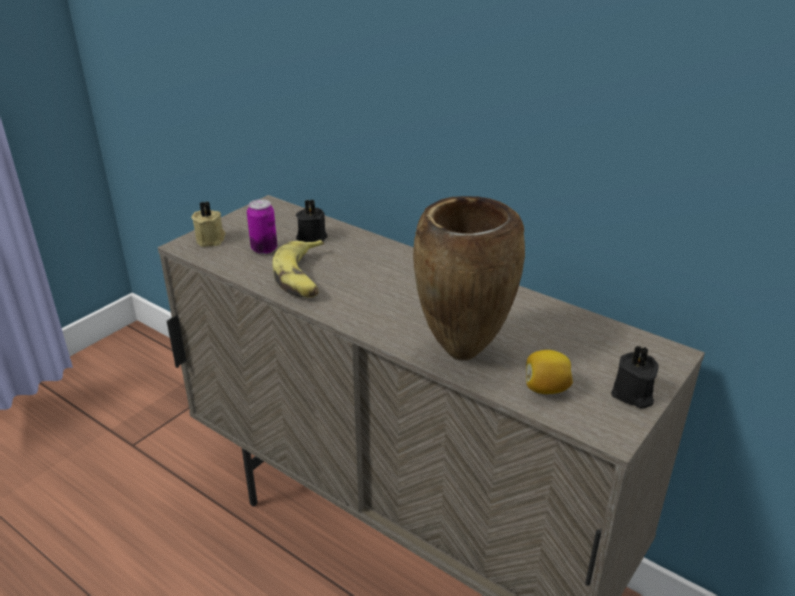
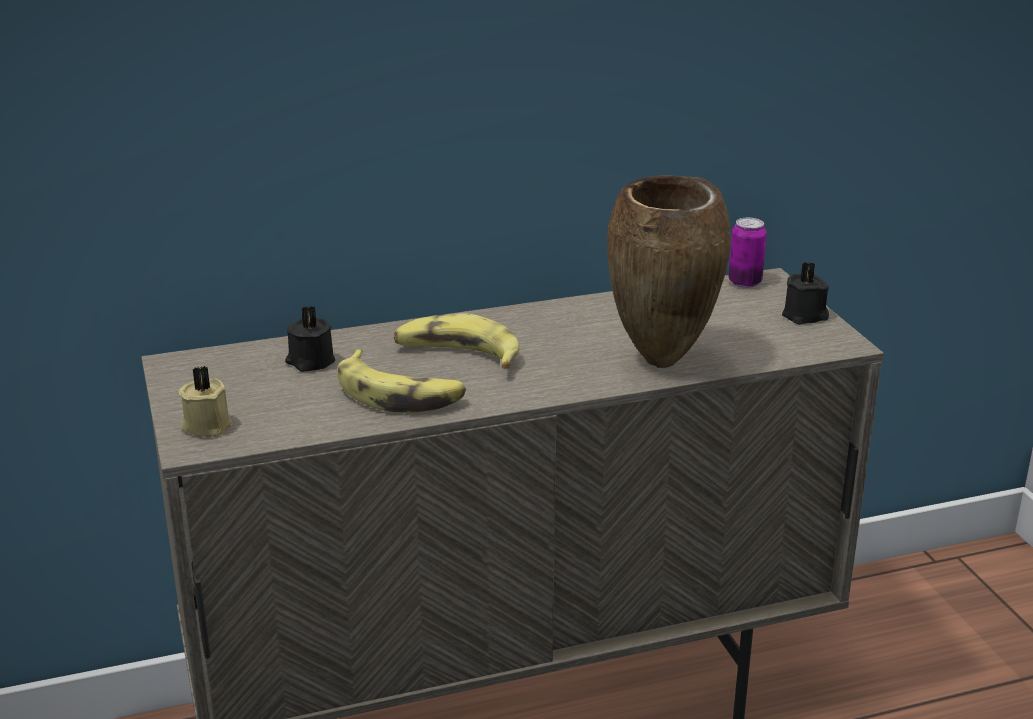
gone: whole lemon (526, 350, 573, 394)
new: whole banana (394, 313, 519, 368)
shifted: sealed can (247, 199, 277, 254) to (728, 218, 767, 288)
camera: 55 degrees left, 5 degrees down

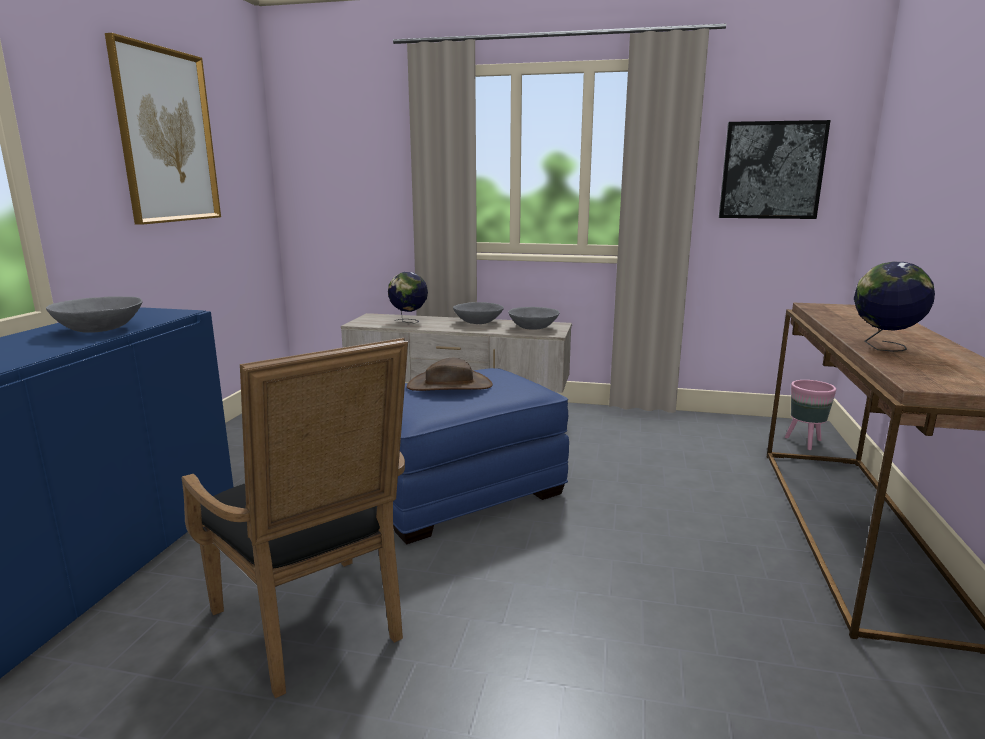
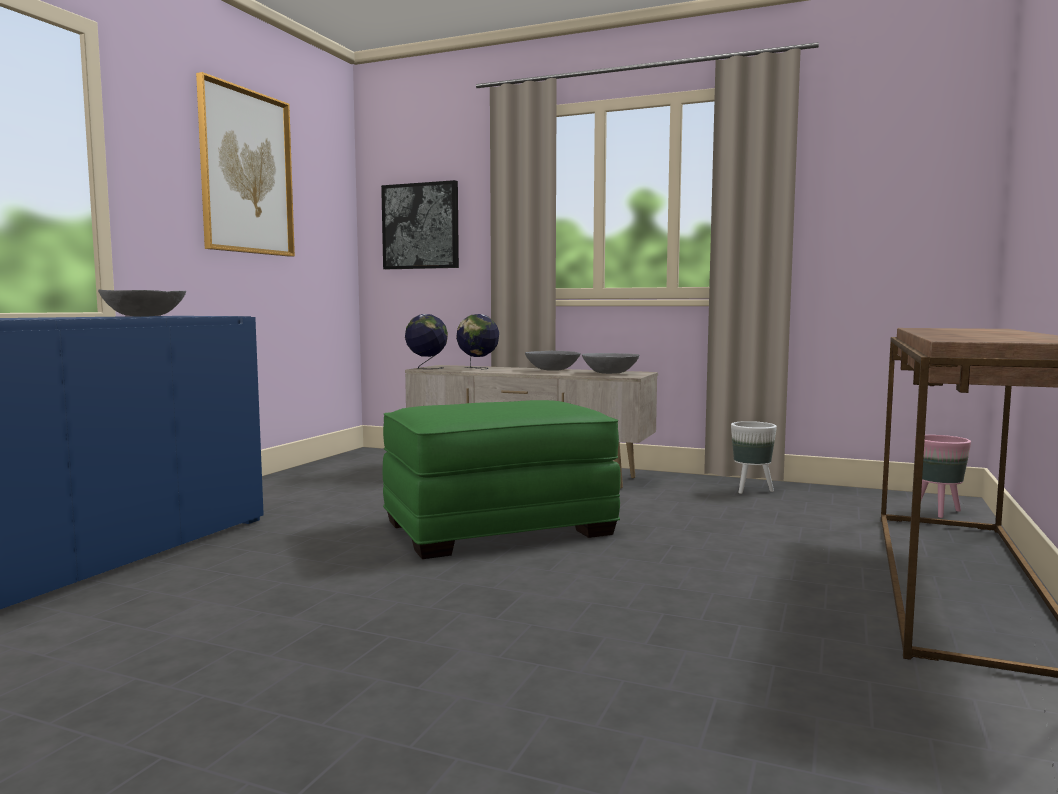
gone: black armchair (181, 338, 408, 698); brown-coloured clothing hat (407, 358, 493, 391)
new: white-coloured flower pot (731, 421, 777, 494)
shifted: wall picture (719, 120, 831, 219) to (381, 180, 459, 269); desk globe (854, 262, 935, 352) to (405, 314, 448, 369)
repainted: blue pouffe (393, 368, 569, 544) to greenish pouffe (383, 400, 620, 559)
camera: 10 degrees right, 10 degrees down

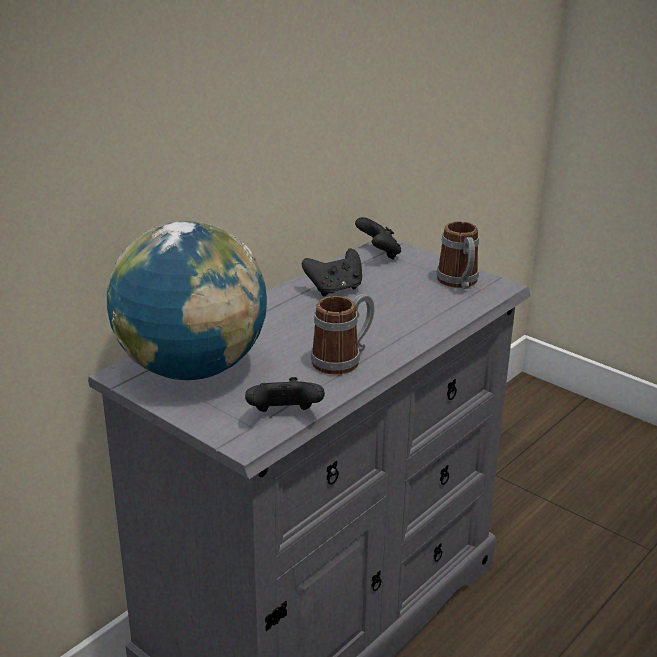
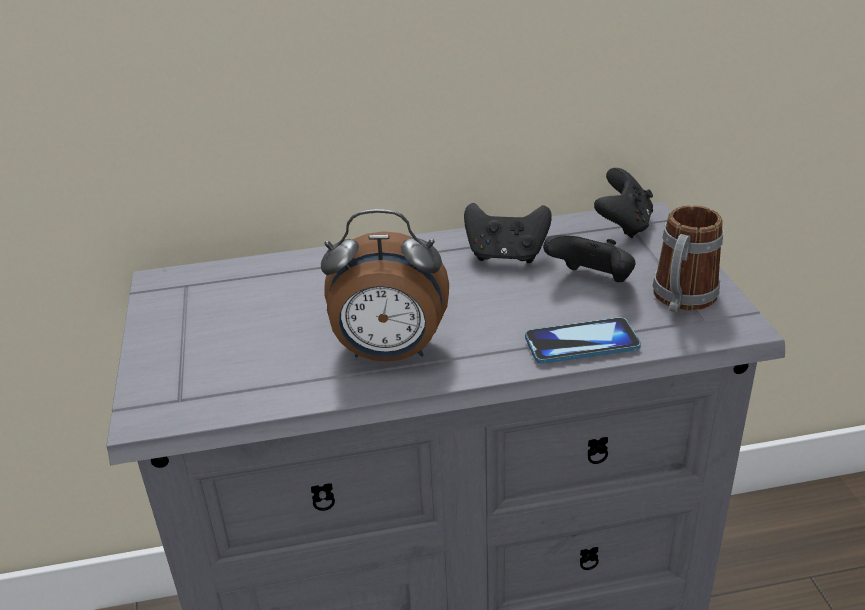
gone: desk globe (107, 221, 267, 380)
new: handset (525, 317, 641, 364)
shifted: black gamepad (245, 377, 325, 412) to (543, 235, 636, 282)
swapped: coffee mug (311, 294, 375, 374) to bedside clock (321, 209, 449, 362)
camera: 40 degrees right, 5 degrees up

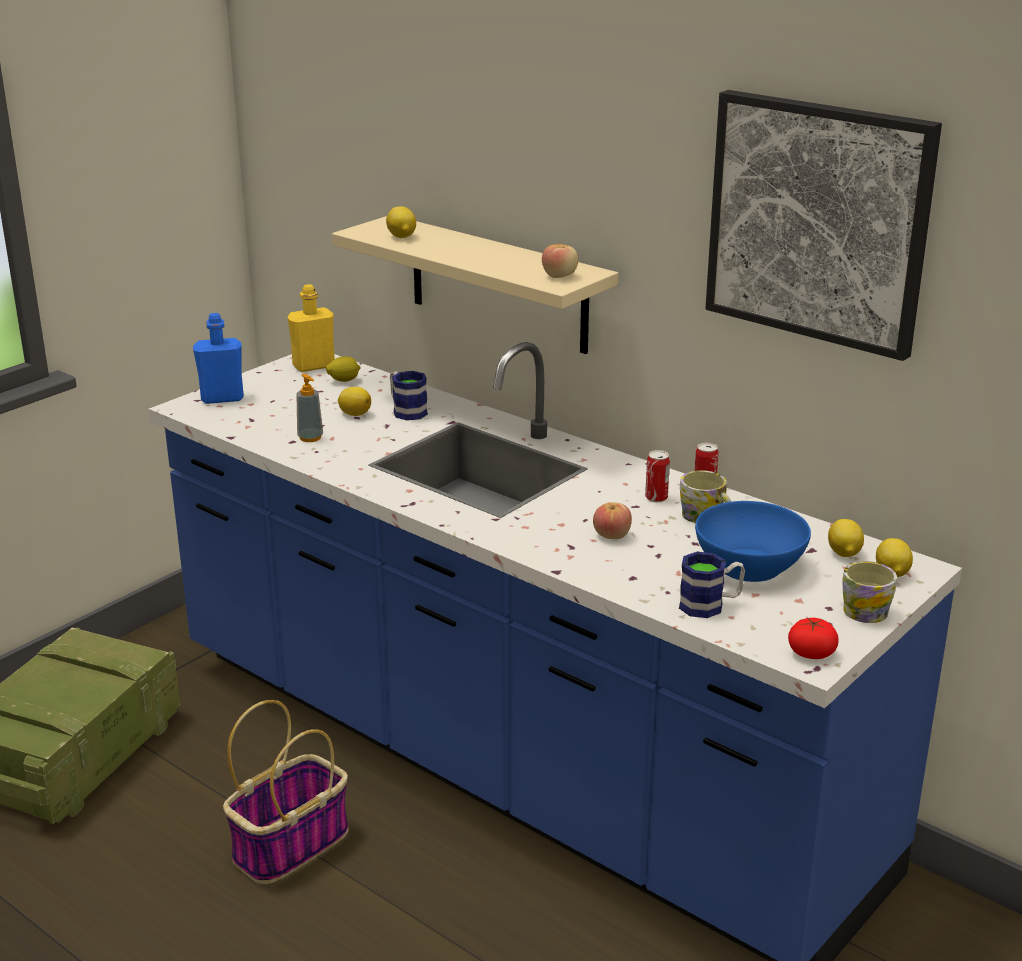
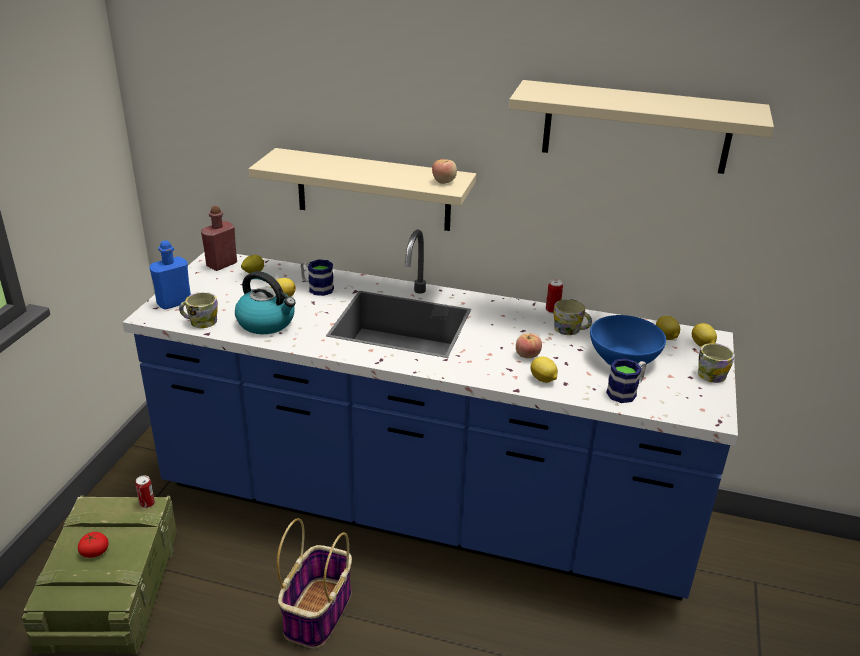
new: coffee mug (179, 292, 218, 328)
shifted: whole lemon (386, 206, 416, 238) to (530, 357, 558, 383); sealed can (645, 450, 670, 502) to (135, 475, 155, 508); fresh tomato (788, 617, 839, 659) to (78, 532, 109, 558)
swapped: wall picture (705, 90, 942, 361) to sand-coloured bracket shelf (509, 80, 774, 174); liquid soap bottle (296, 373, 323, 442) to kettle (235, 271, 296, 334)
repainted: yellow drink bottle (288, 284, 335, 372) to red-coloured drink bottle (201, 206, 237, 271)
camera: 25 degrees left, 5 degrees up

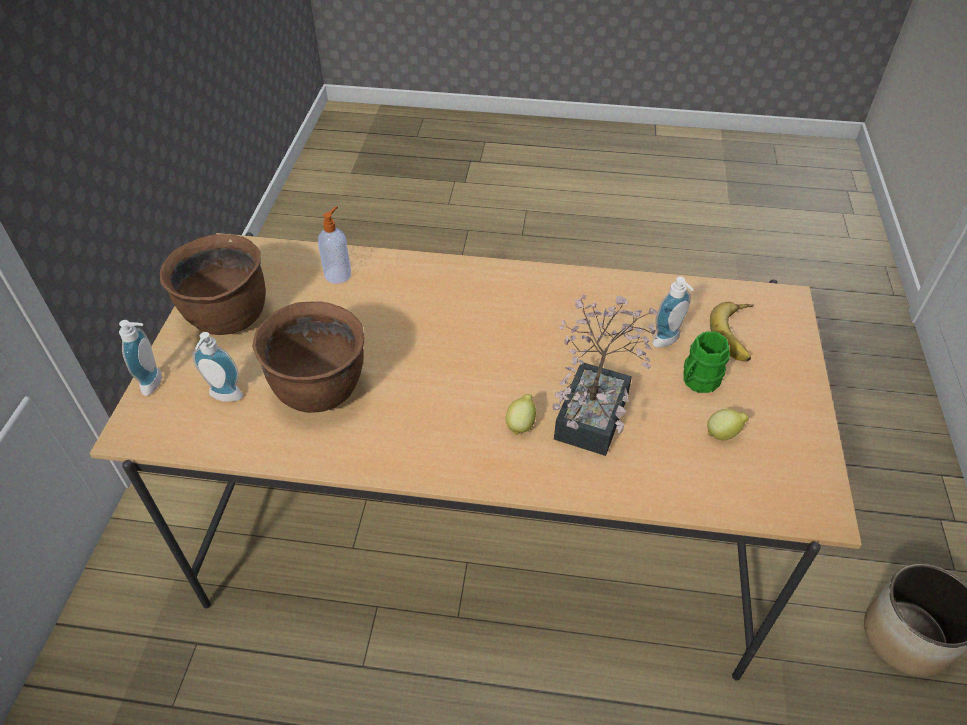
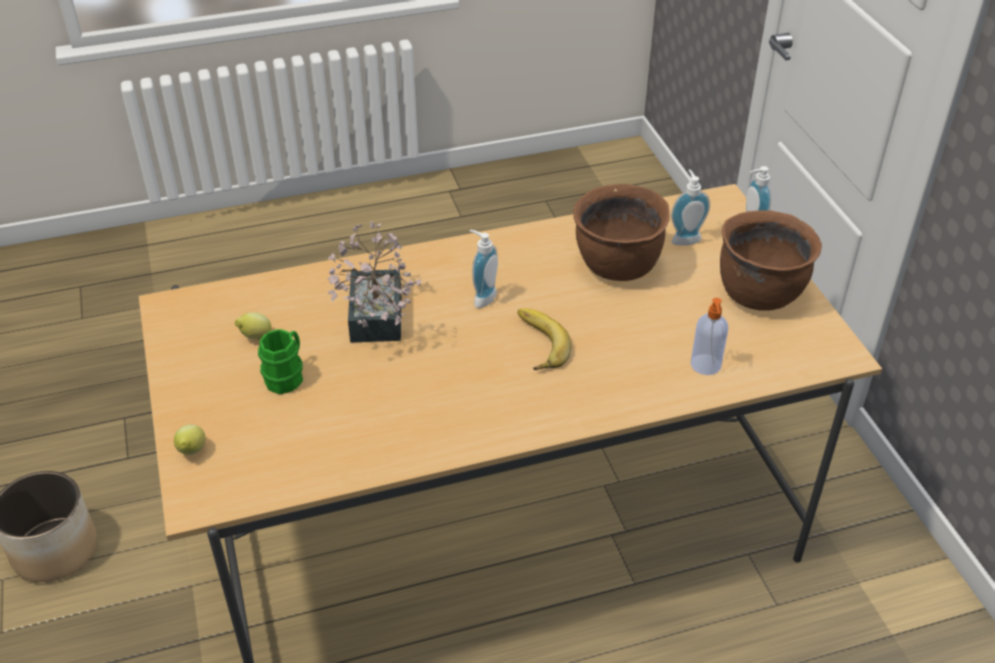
shifted: liquid soap bottle (652, 277, 694, 348) to (470, 230, 498, 308); whole banana (710, 302, 754, 361) to (518, 308, 571, 370); whole lemon (506, 394, 536, 436) to (174, 425, 206, 455)
camera: 155 degrees right, 5 degrees down

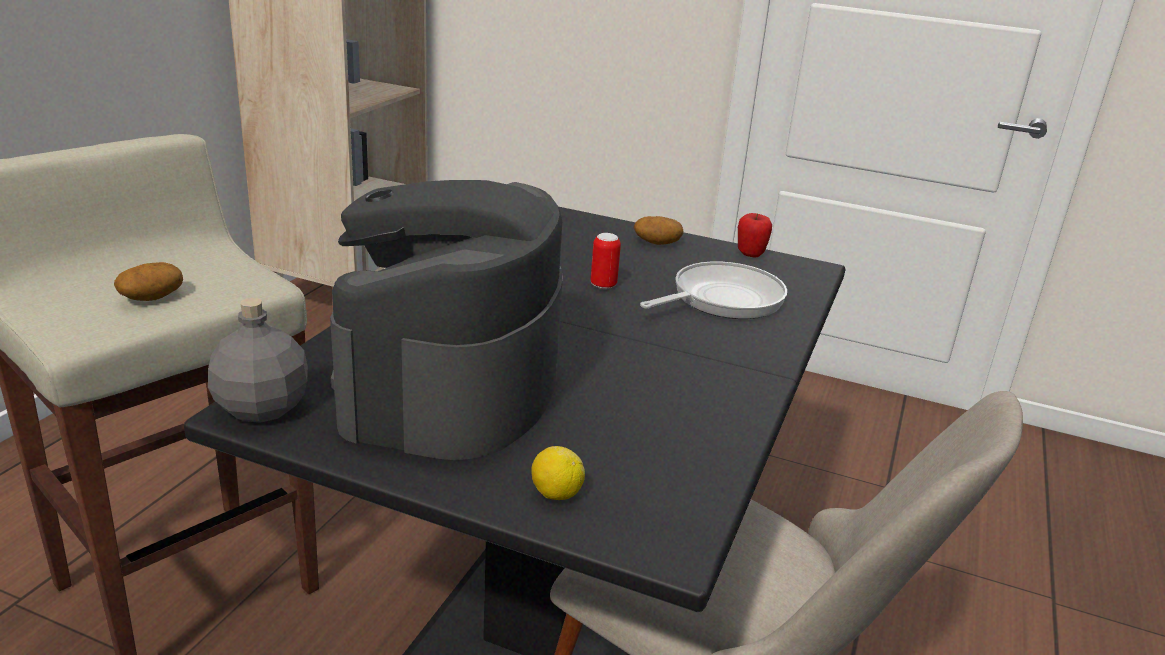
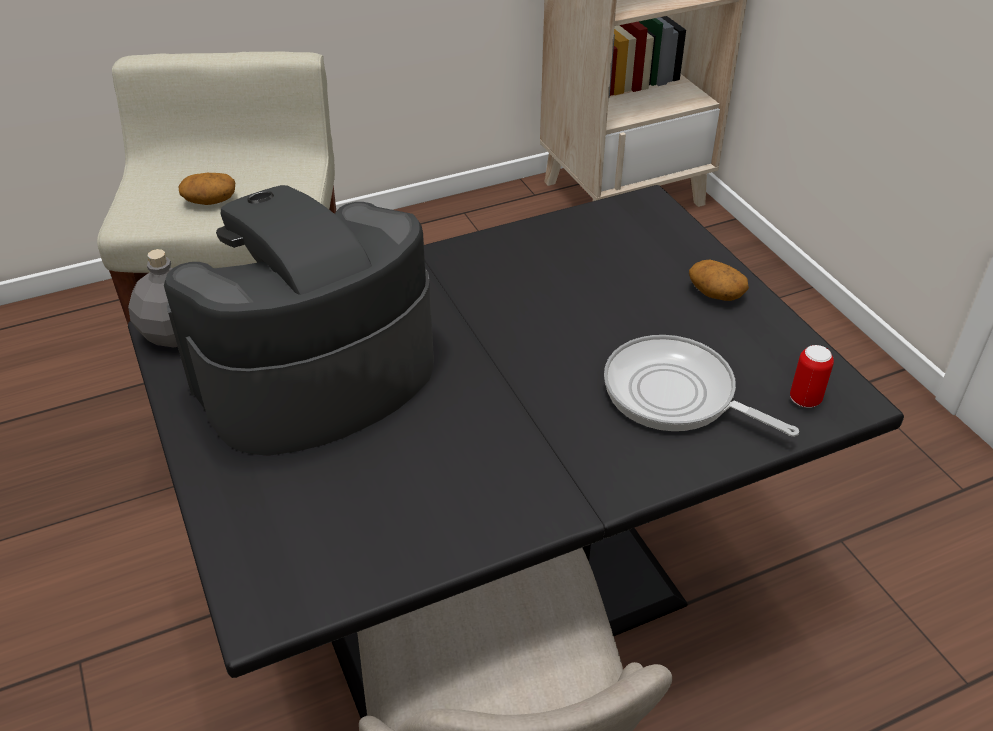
gone: apple (738, 213, 772, 258); whole lemon (531, 446, 585, 500)
shifted: sealed can (591, 233, 621, 289) to (790, 345, 834, 408)
rotated: frying pan (640, 262, 787, 319) = (604, 335, 799, 437) 150 degrees counterclockwise
camera: 45 degrees right, 15 degrees up

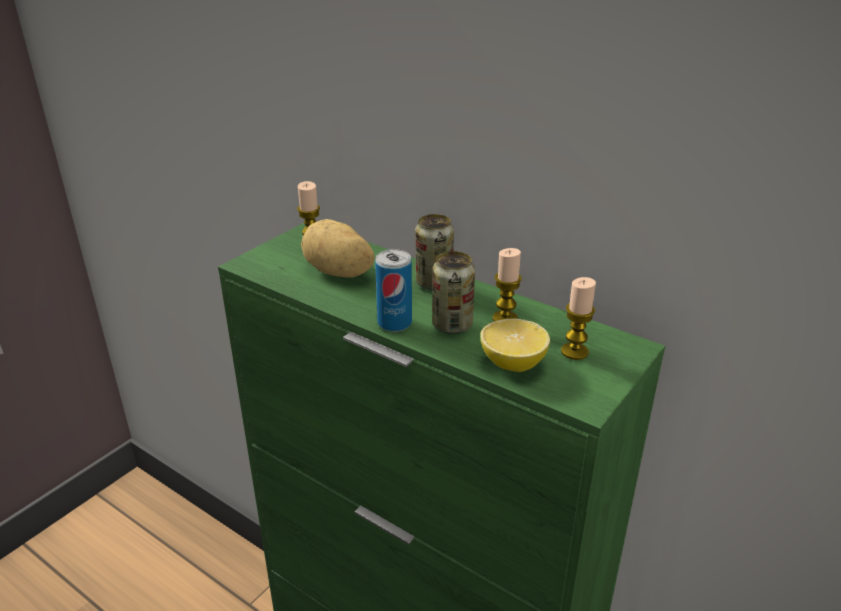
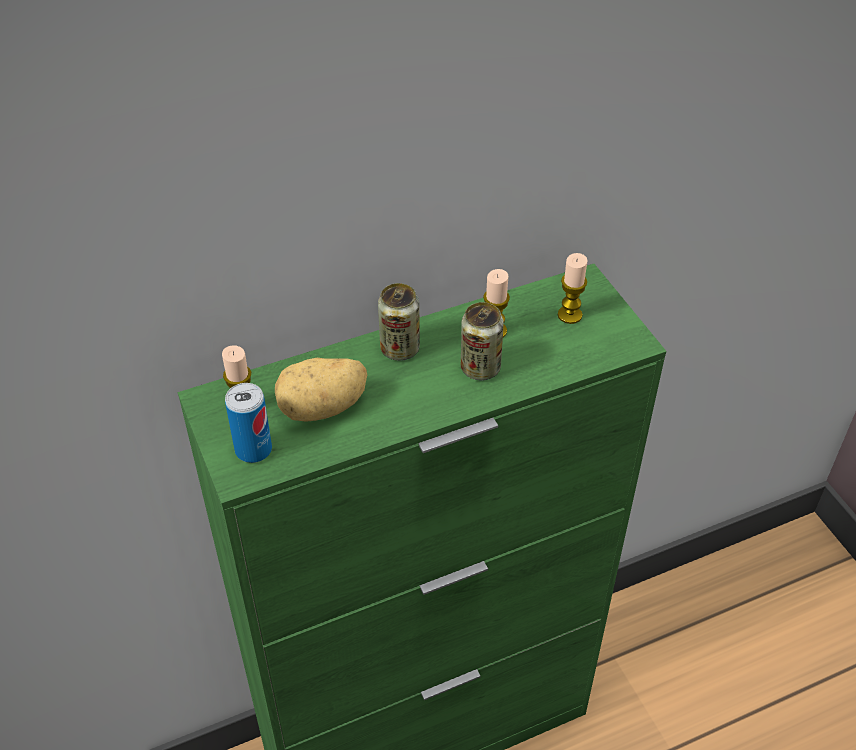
gone: whole lemon (480, 319, 550, 372)
shifted: sealed can (375, 249, 412, 332) to (225, 383, 272, 463)
camera: 60 degrees left, 15 degrees up

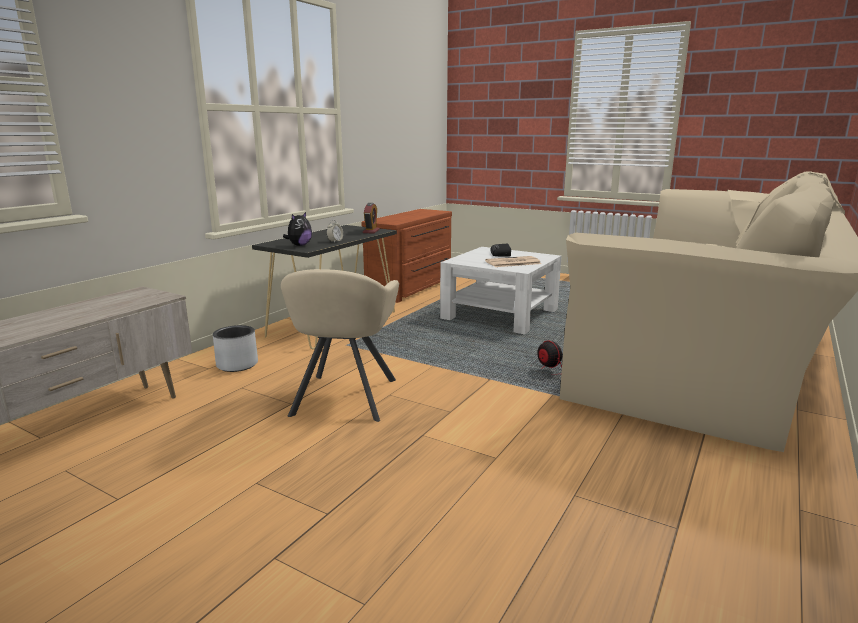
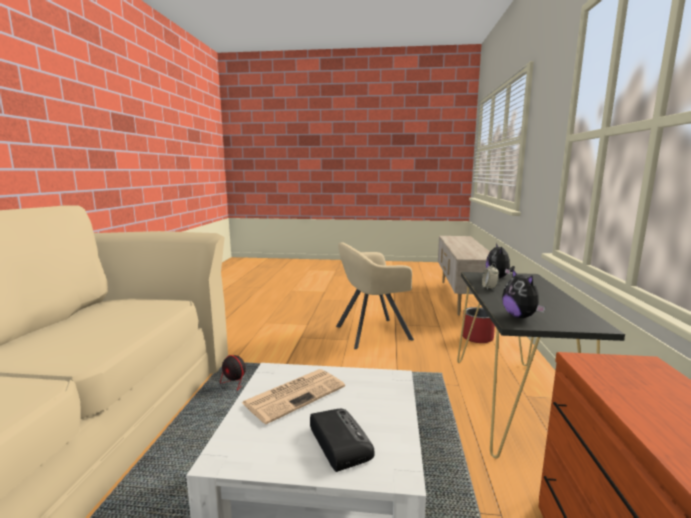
swapped: bedside clock (363, 203, 380, 233) to soft toy (502, 269, 545, 318)
repainted: greyish flower pot (213, 325, 258, 372) to red-coloured flower pot (463, 307, 495, 343)
rotated: sand-coloured armchair (281, 269, 399, 422) = (336, 242, 414, 349) 90 degrees counterclockwise
camera: 155 degrees right, 5 degrees down

